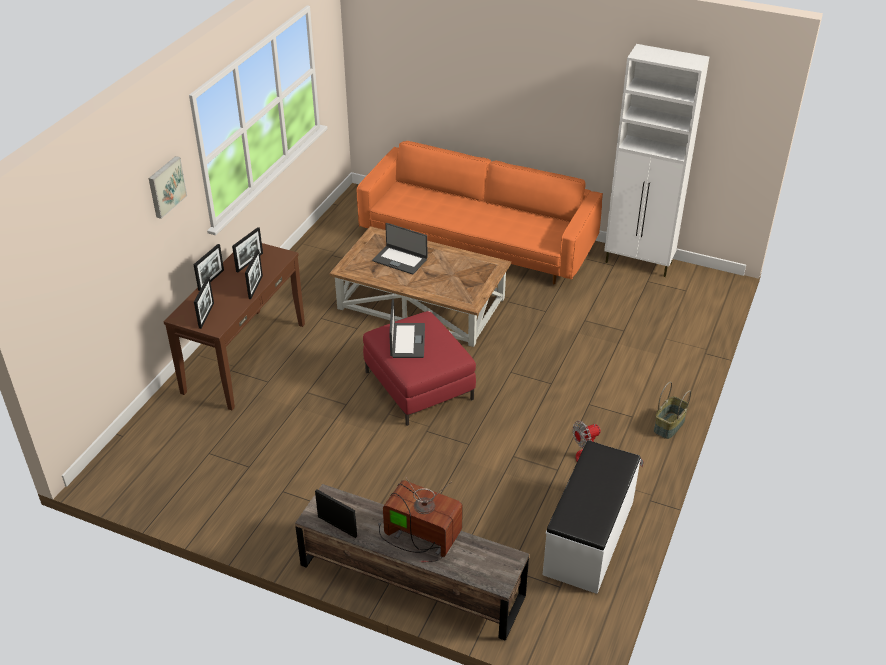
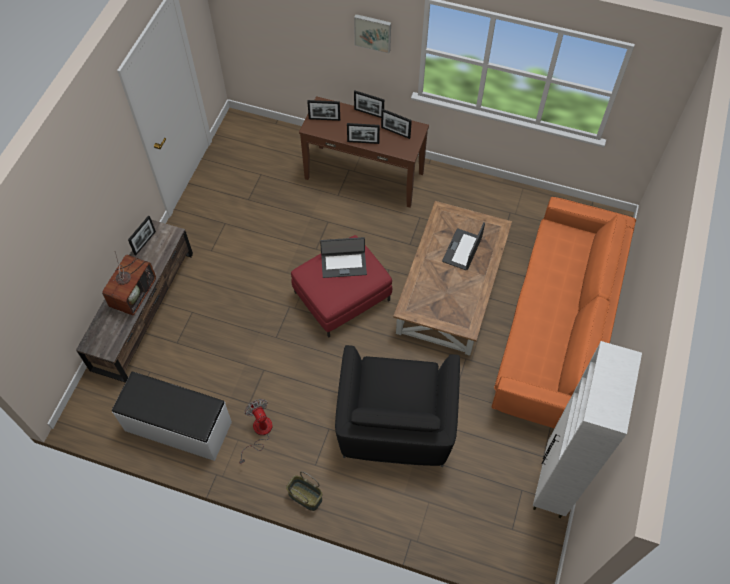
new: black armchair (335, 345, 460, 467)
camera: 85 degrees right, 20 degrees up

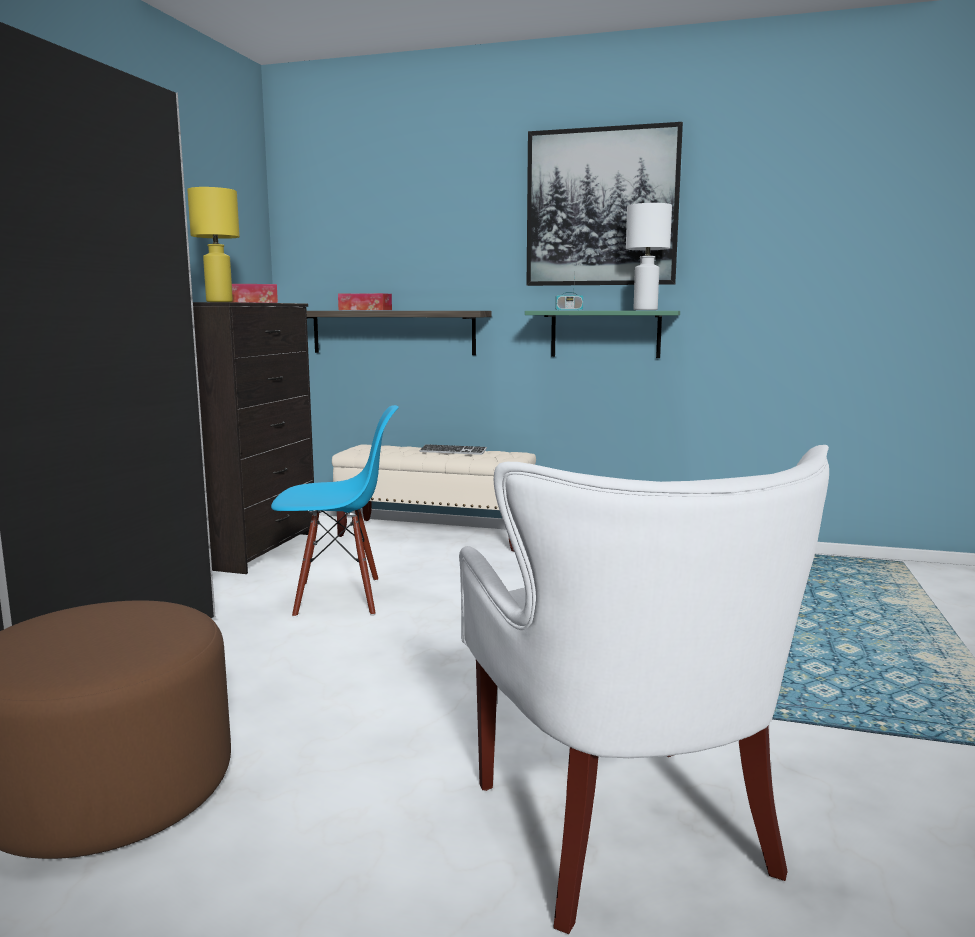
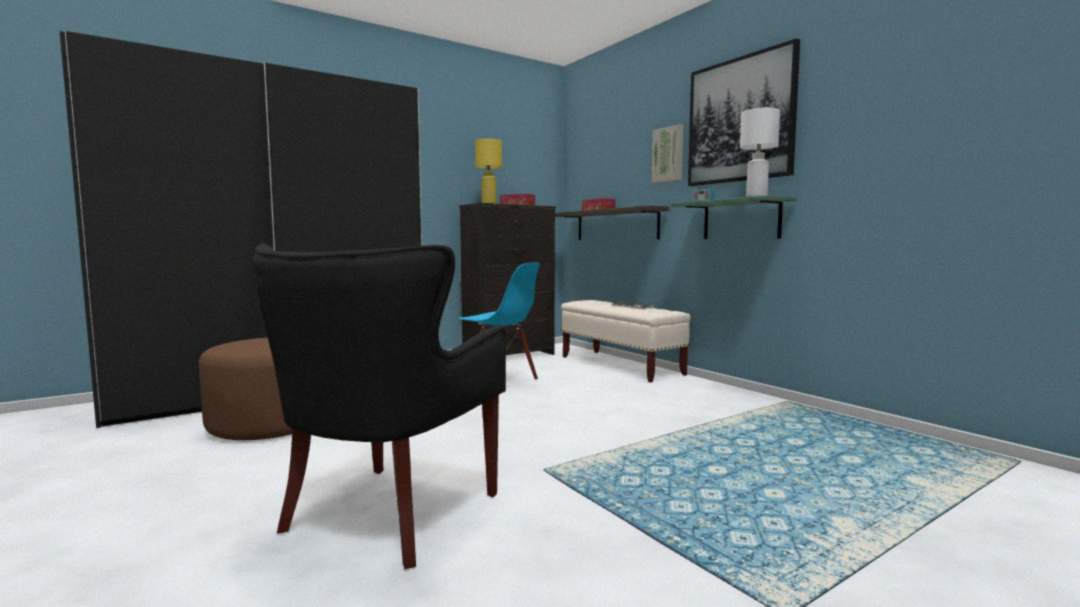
new: wall picture (652, 124, 684, 183)
repainted: white-coloured armchair (459, 445, 829, 934) to black armchair (253, 244, 506, 569)
camera: 40 degrees right, 5 degrees down

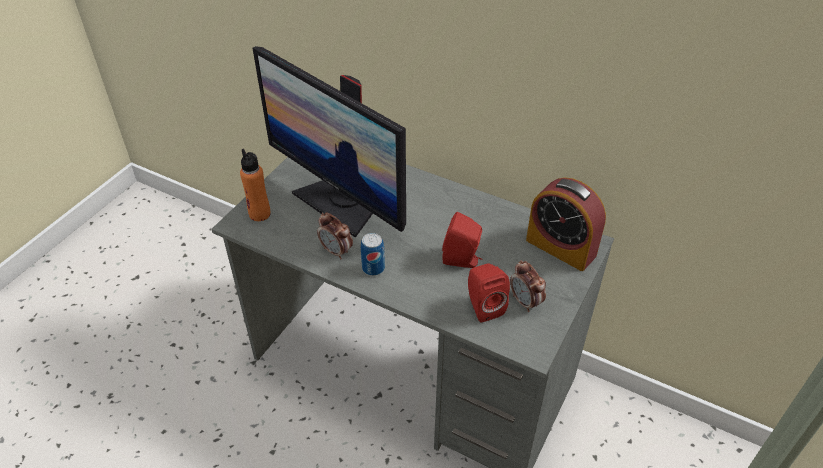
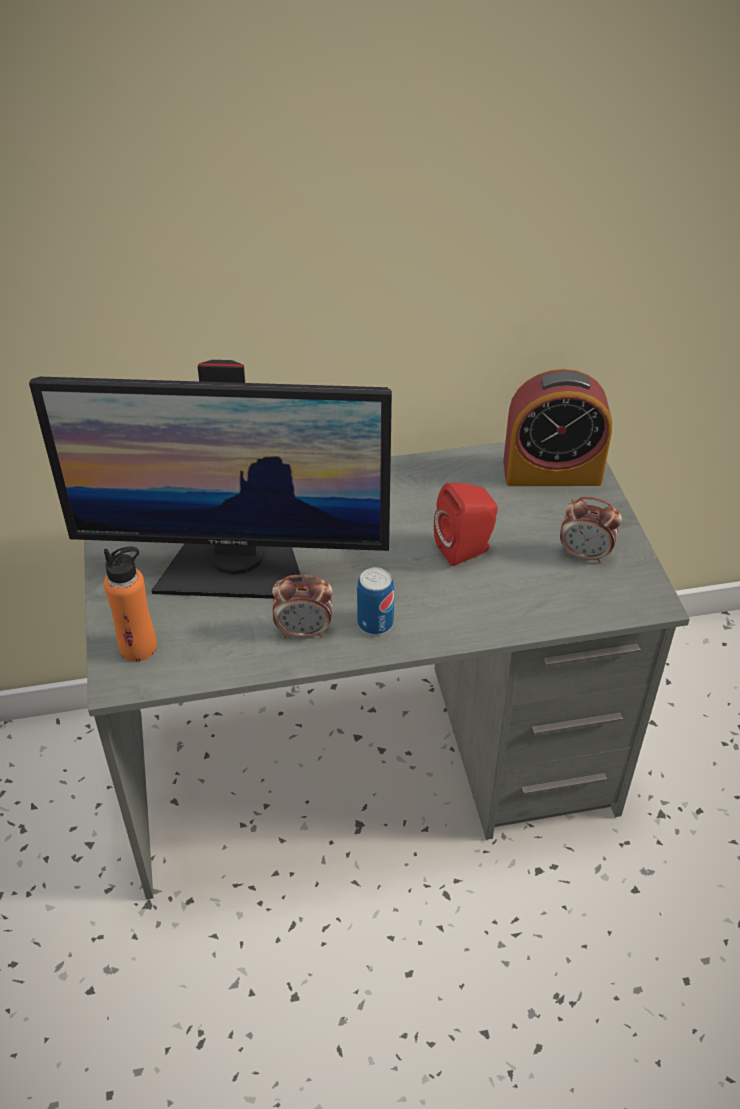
gone: red-coloured speaker (468, 264, 510, 322)
camera: 40 degrees left, 0 degrees up

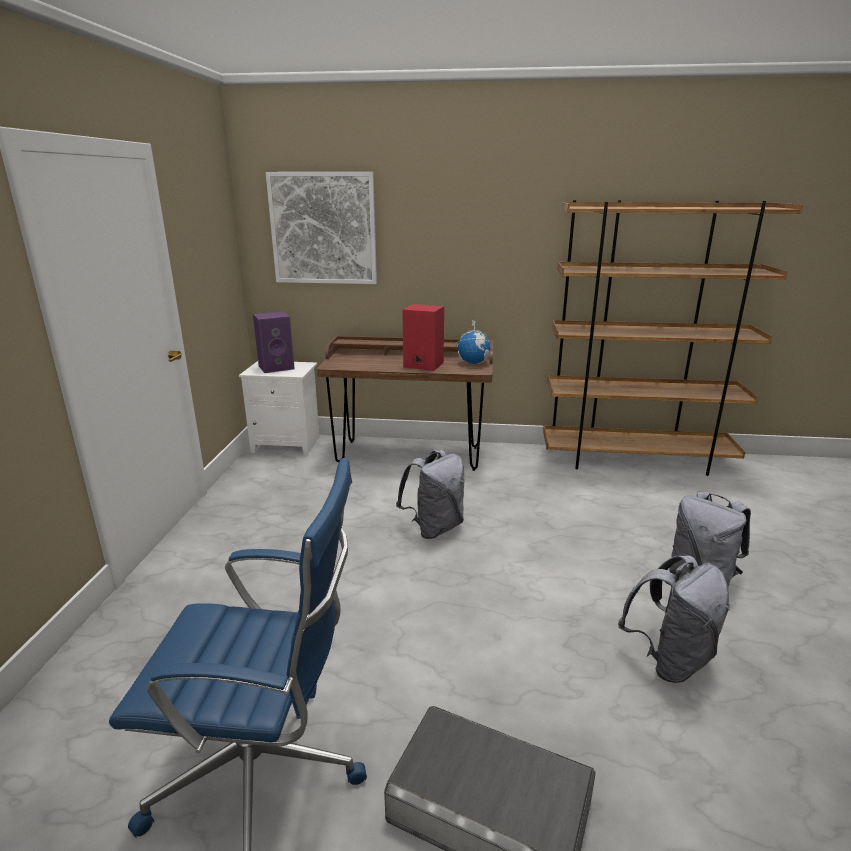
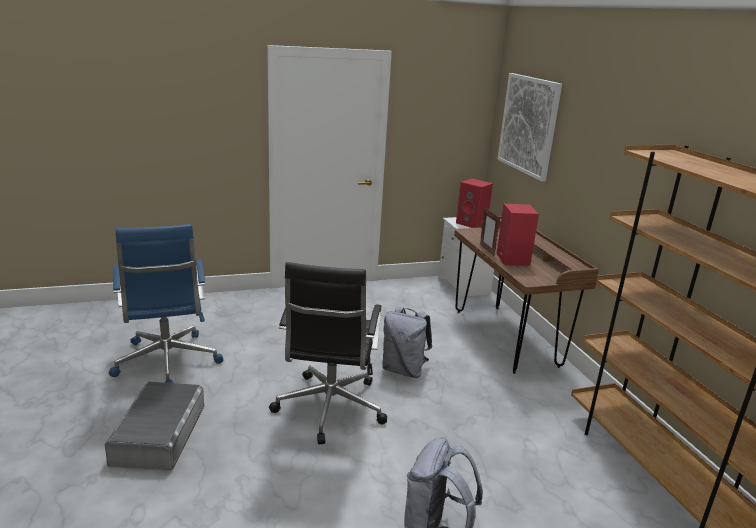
gone: desk globe (456, 320, 493, 364); greyish backpack (618, 555, 730, 683)
new: picture frame (480, 208, 500, 256); black computer chair (269, 262, 387, 444)
repainted: purple-coloured speaker (253, 312, 295, 373) to red-coloured speaker (456, 179, 493, 228)
camera: 65 degrees right, 0 degrees up

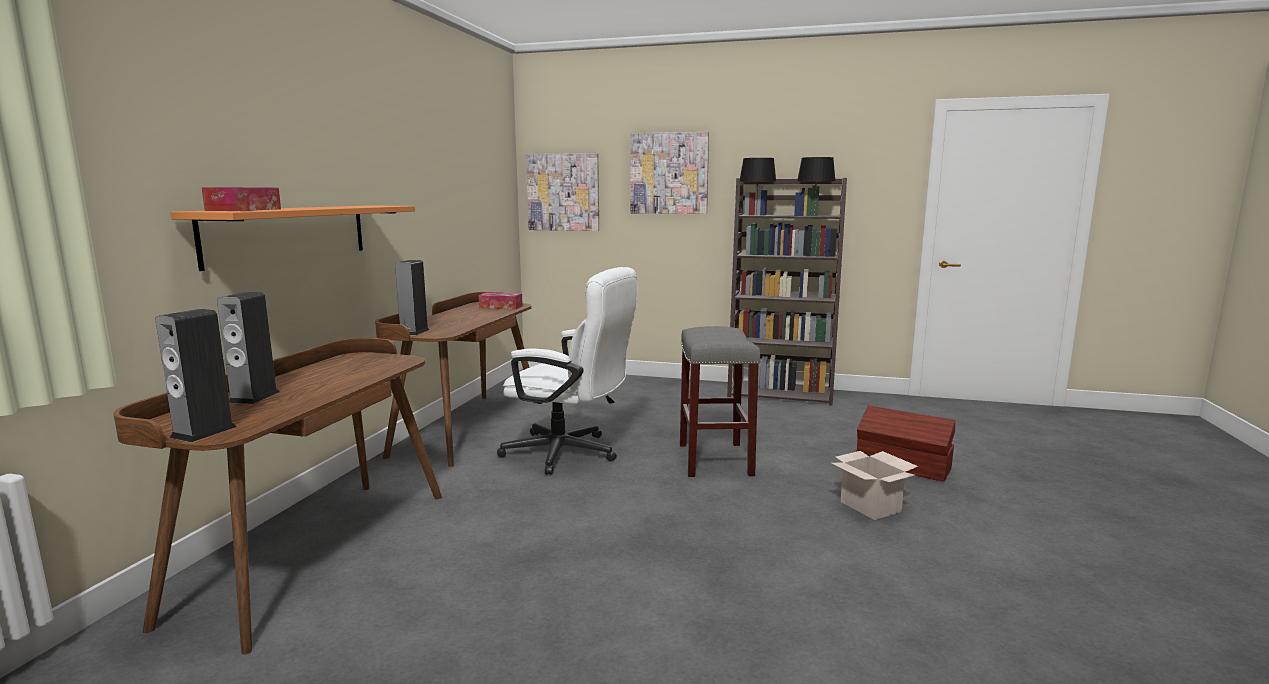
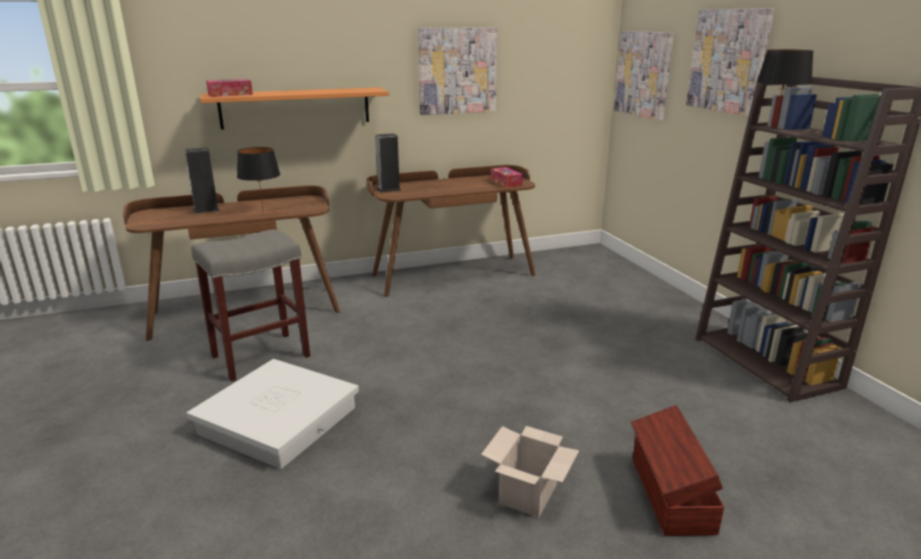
gone: white-coloured computer chair (497, 267, 638, 475); speaker (155, 309, 237, 442)
new: wall picture (418, 27, 497, 115); white-coloured storage container (186, 359, 359, 469)
shifted: black tabletop lamp (797, 157, 835, 215) to (237, 147, 280, 212); greyish sitting stool (680, 326, 761, 477) to (191, 229, 310, 382)
camera: 55 degrees right, 10 degrees up

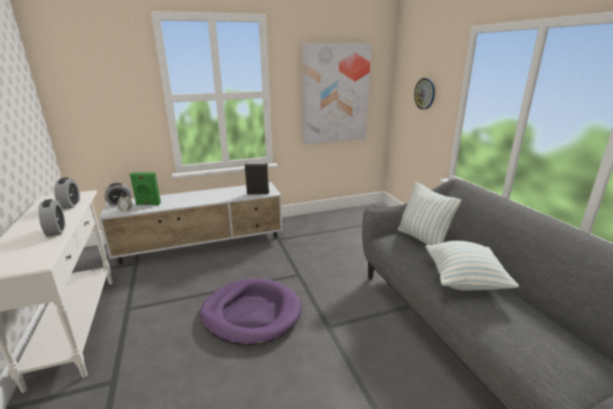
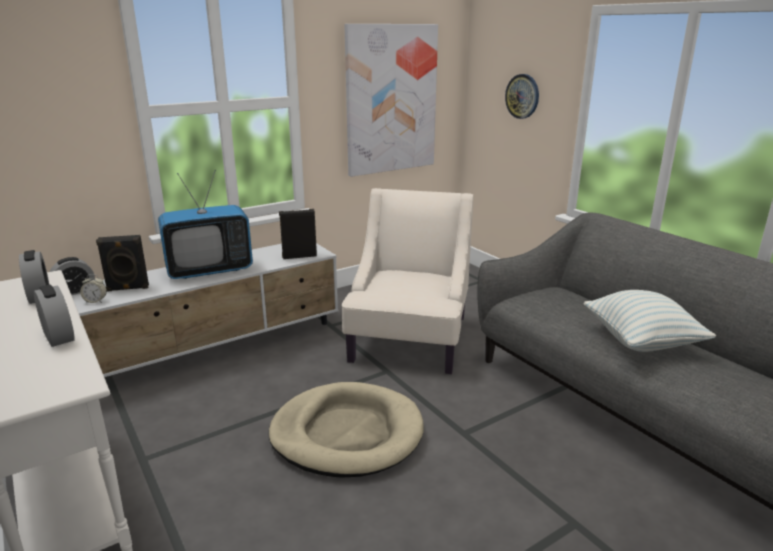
gone: pillow (398, 182, 461, 245)
new: TV set (158, 170, 253, 279); sand-coloured armchair (342, 188, 474, 374)
repainted: greenish speaker (129, 172, 161, 205) to black speaker (96, 235, 149, 292); purple-coloured pet bed (200, 278, 301, 345) to sand-coloured pet bed (269, 382, 424, 478)
camera: 15 degrees left, 0 degrees up

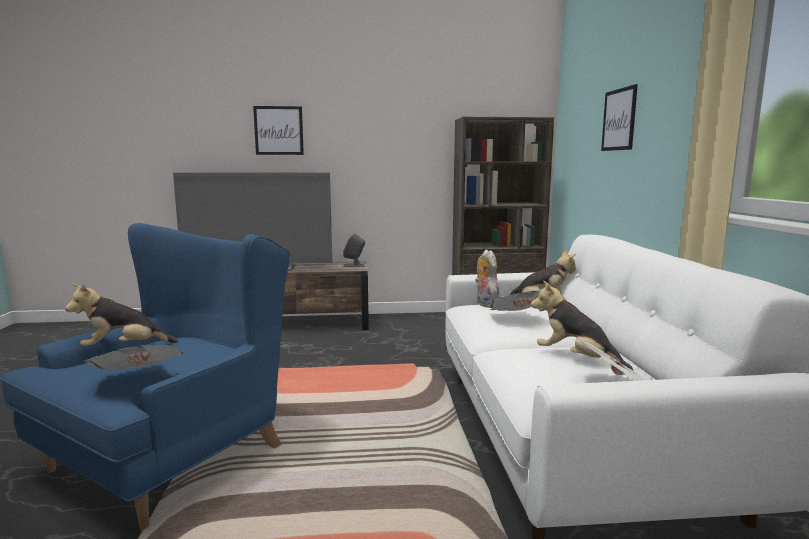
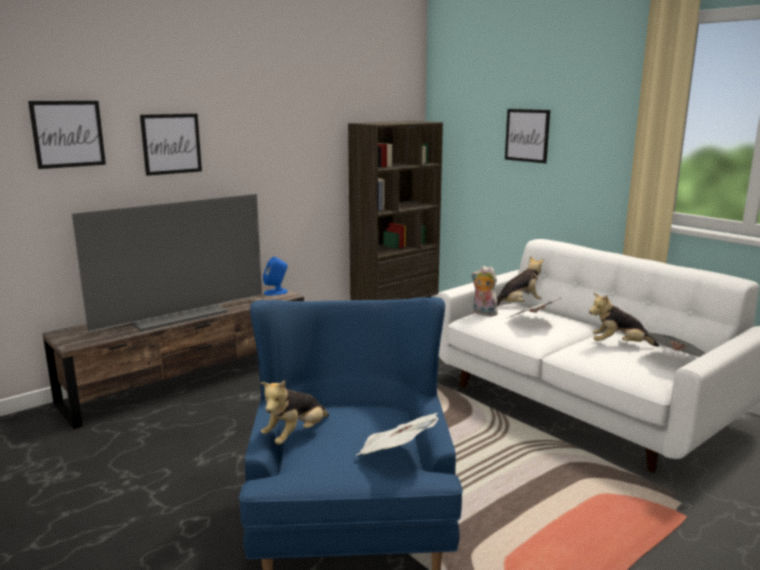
new: wall picture (28, 101, 106, 169)
repainted: greyish speaker (343, 233, 365, 267) to blue speaker (263, 257, 288, 296)
camera: 35 degrees left, 5 degrees up

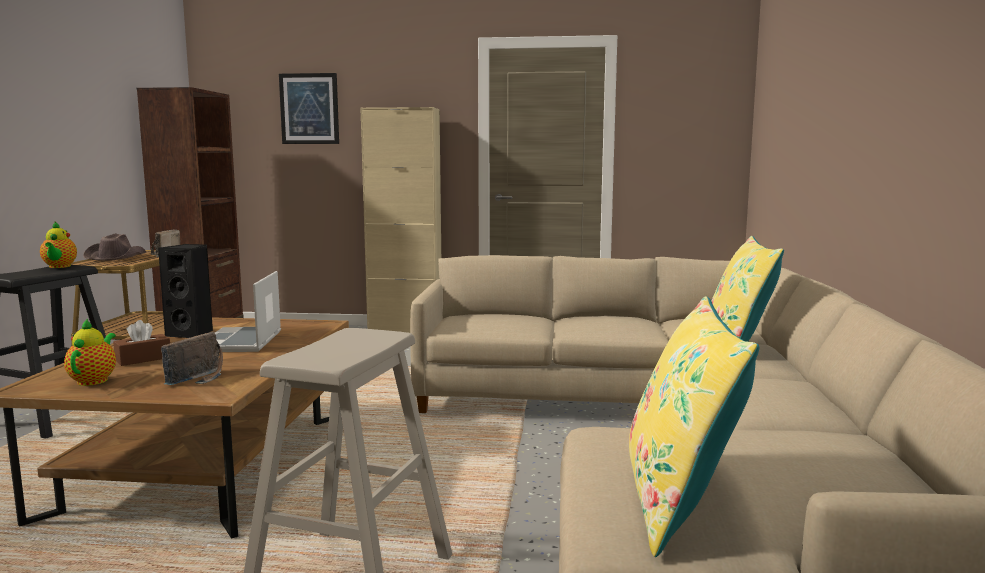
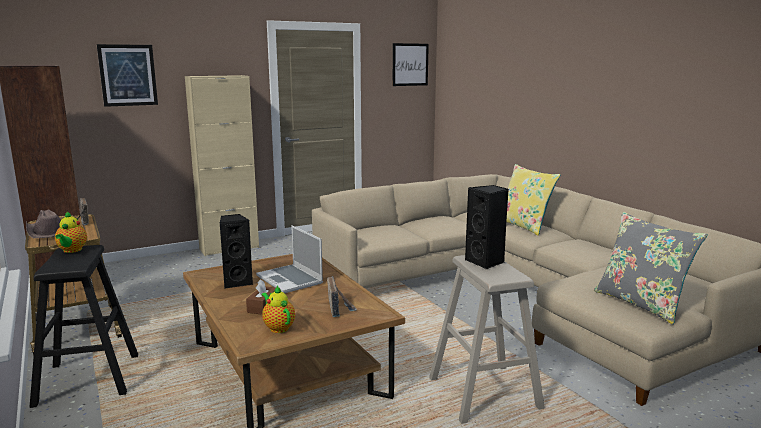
new: wall picture (393, 43, 429, 86); black speaker (465, 185, 509, 270)
repainted: yellow pillow (629, 296, 760, 557) to greyish pillow (594, 212, 708, 324)
rotated: tea pot (40, 222, 77, 268) = (55, 212, 87, 253) 45 degrees clockwise
camera: 35 degrees left, 5 degrees up

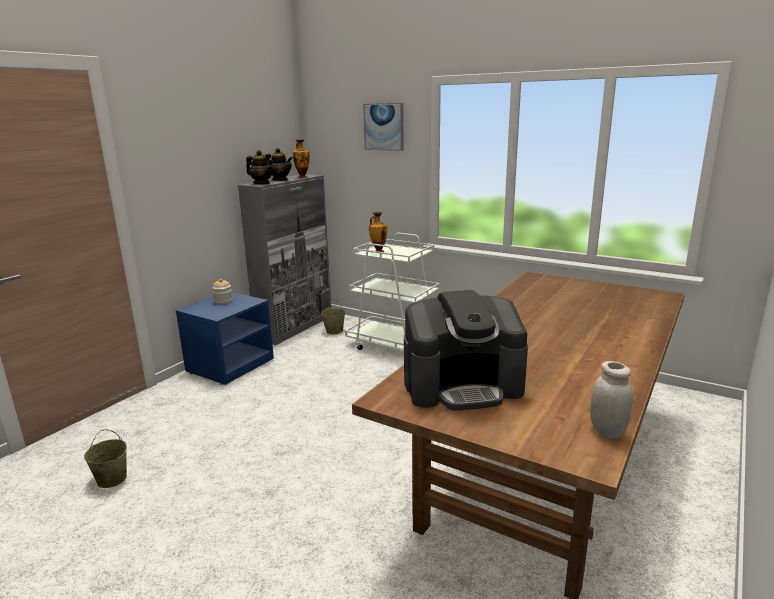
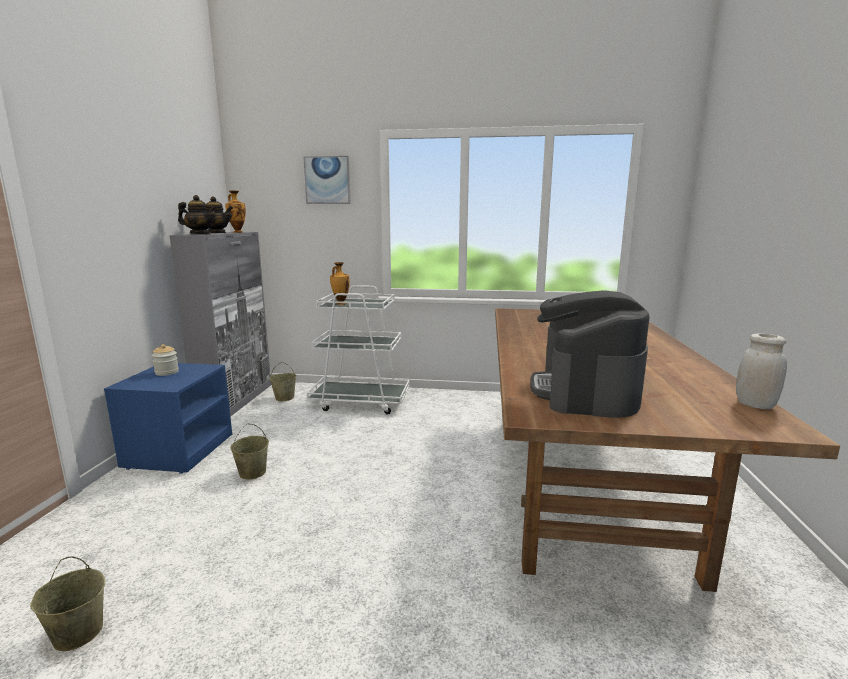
new: sand-coloured bucket (230, 424, 269, 480)
rotated: coffee machine (404, 290, 528, 411) = (530, 290, 650, 418) 135 degrees clockwise
camera: 25 degrees left, 5 degrees down

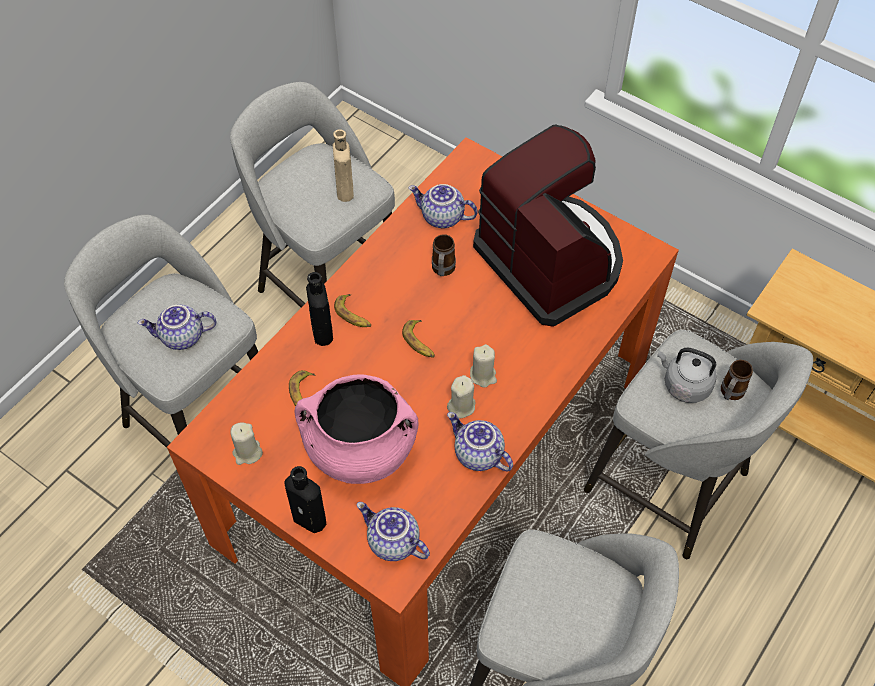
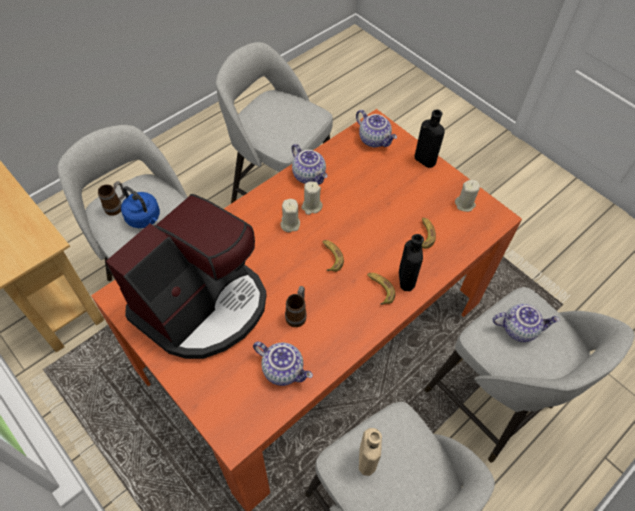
gone: pinkish cooking pot (295, 374, 419, 484)
repainted: greyish kettle (657, 348, 717, 403) to blue kettle (121, 186, 160, 228)
rotated: coffee machine (473, 125, 623, 327) = (106, 194, 267, 359) 120 degrees counterclockwise
camera: 170 degrees left, 0 degrees up

